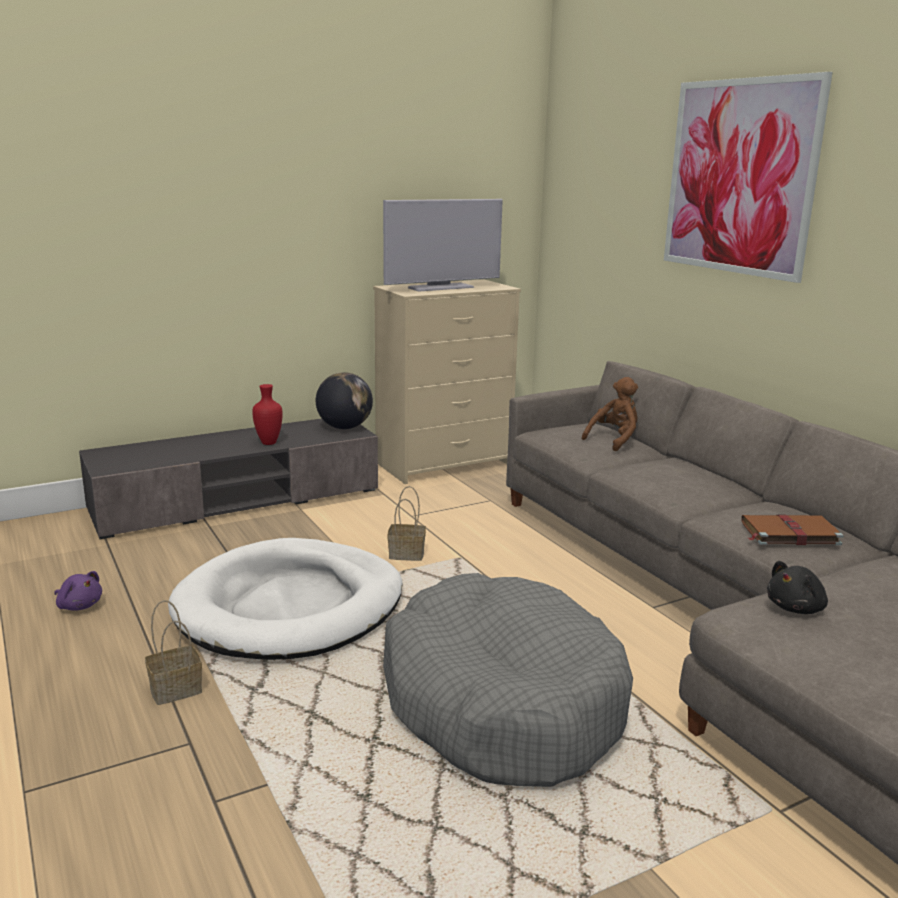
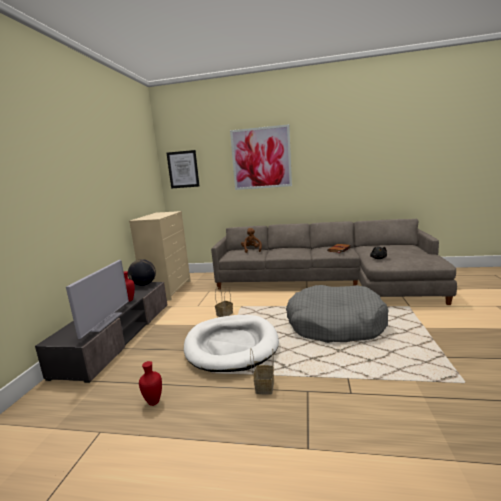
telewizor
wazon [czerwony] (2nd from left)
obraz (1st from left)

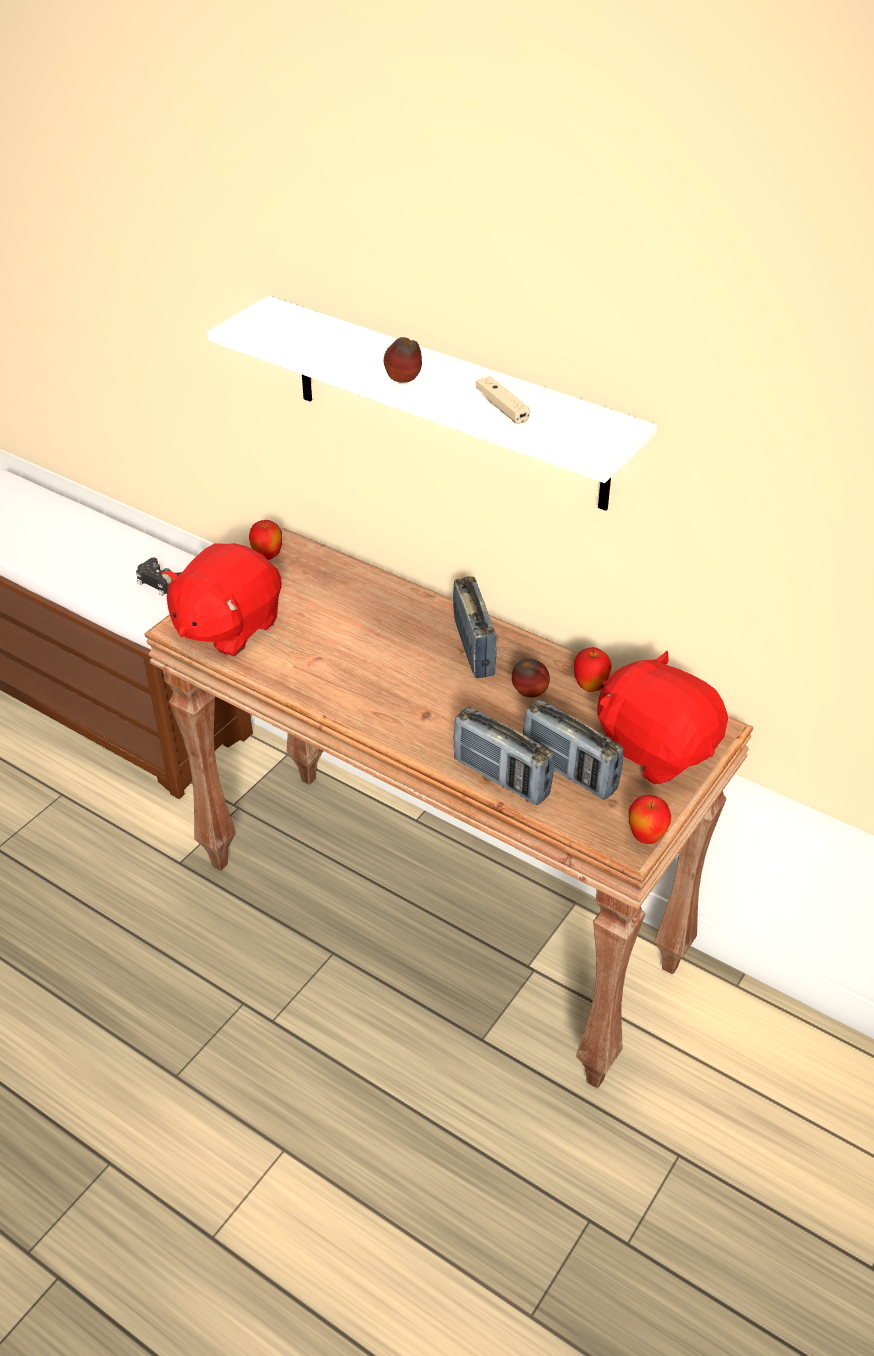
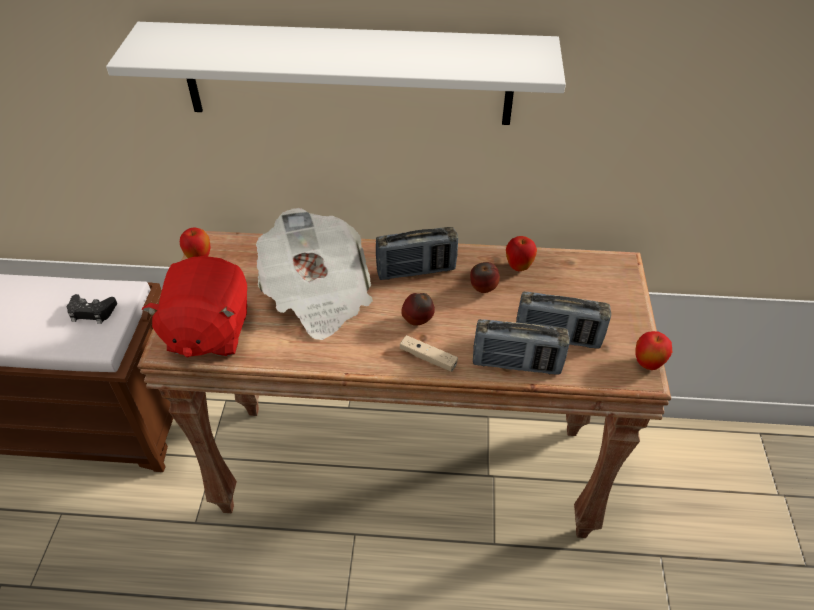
jabłko (2nd from left)
pad do gier [beżowy]
radio (1st from left)
pluszak [czerwony] (2nd from left in the first image)
gazeta

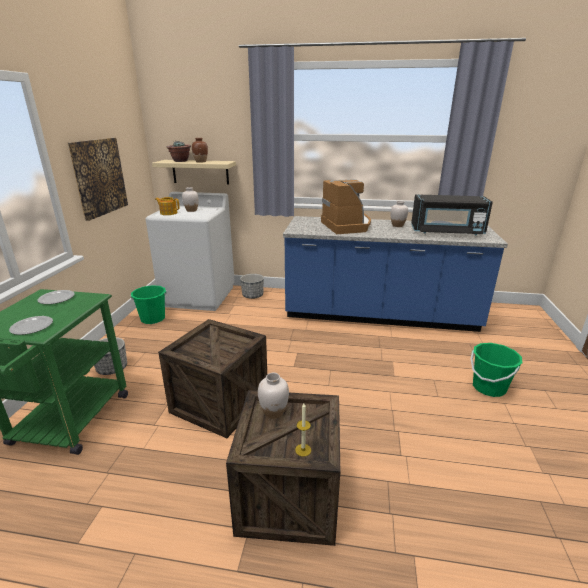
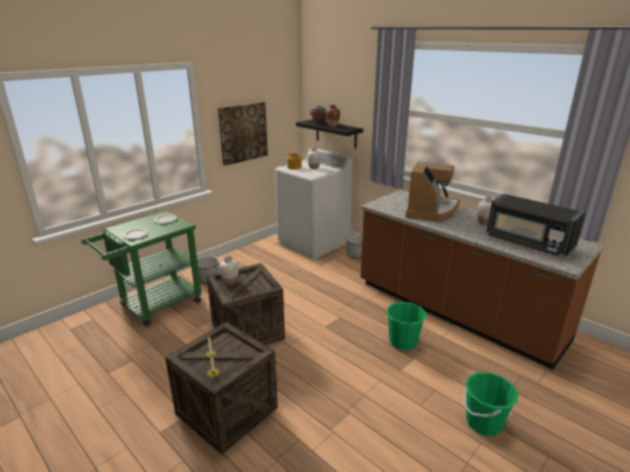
półka [czarny]
zabudowa kuchenna [brązowy]
wiadro [zielony] (1st from left)
wazon [biały] (1st from left)

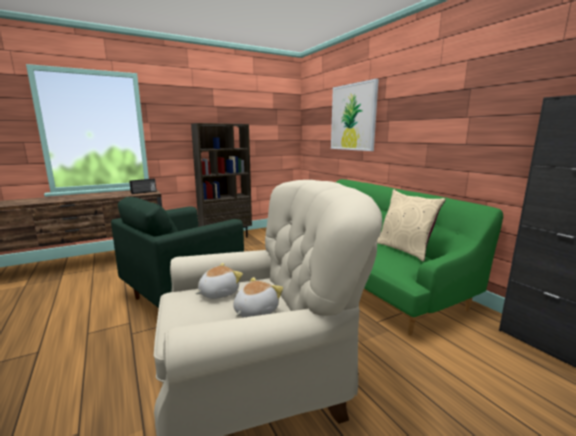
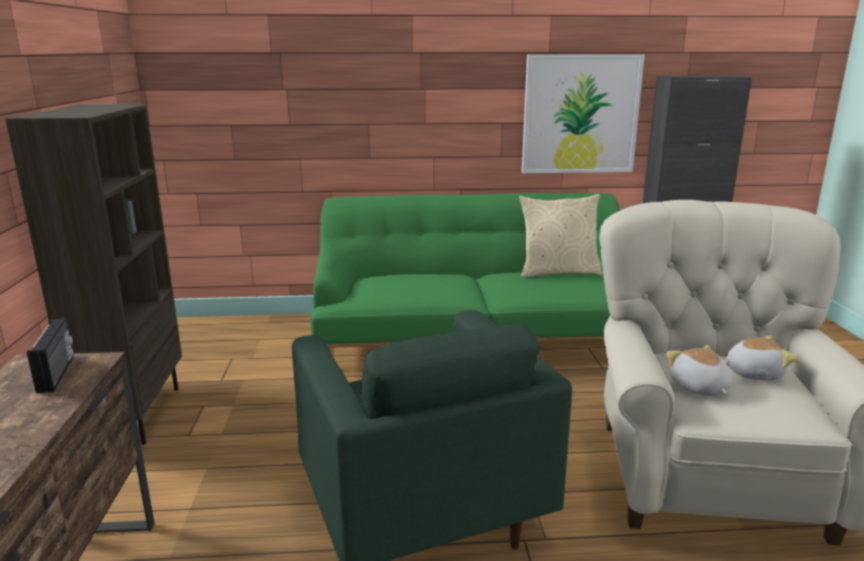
obraz
pluszak (2nd from left)

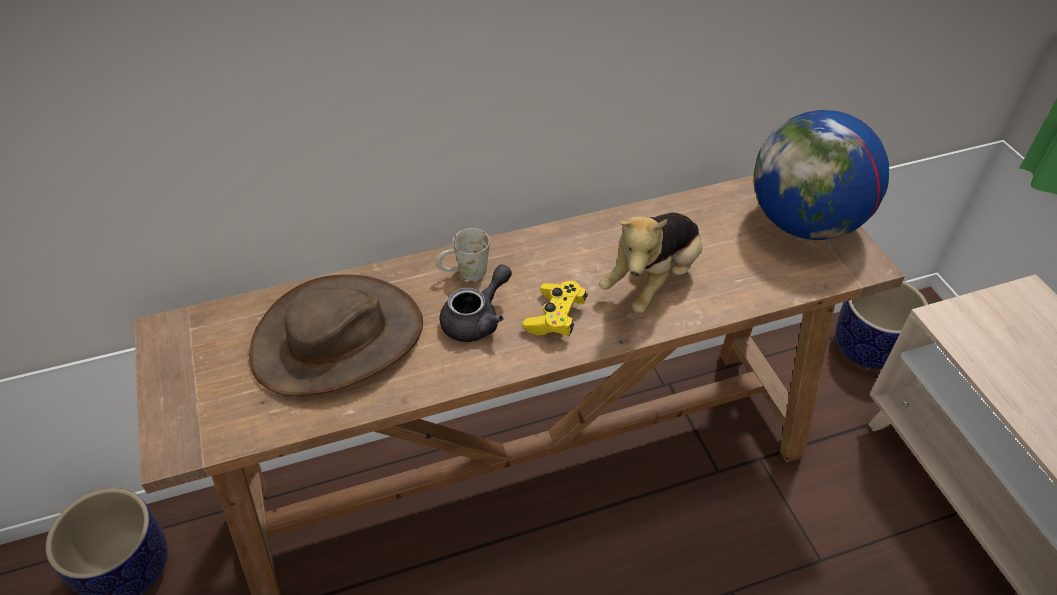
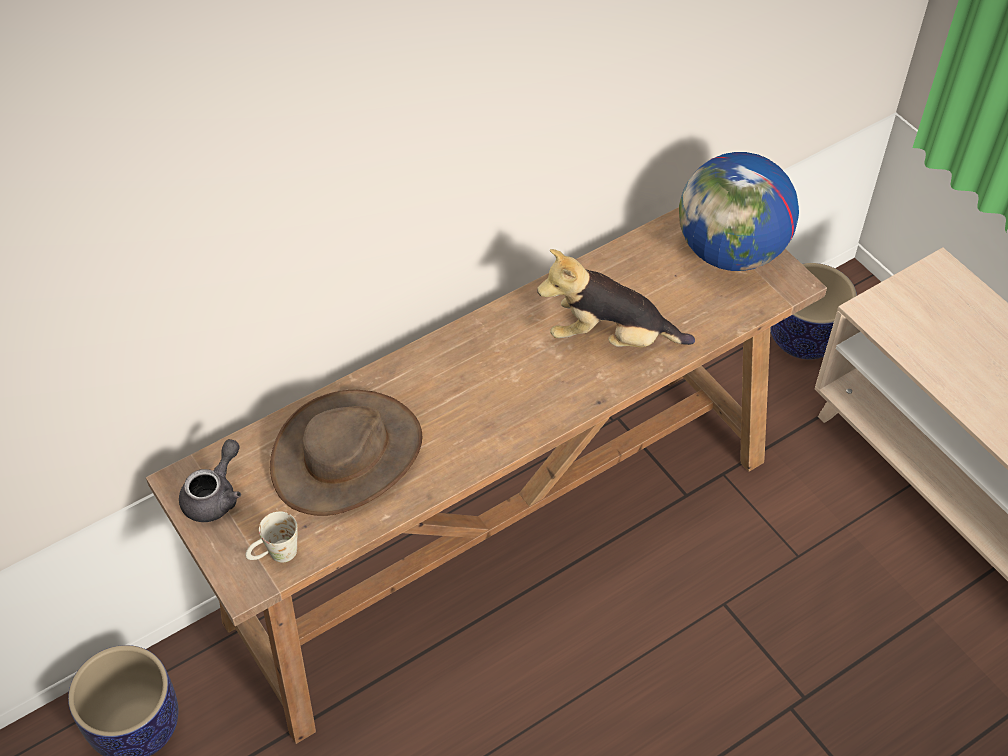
pluszak
kubek [biały]
imbryk [szary]
pad do gier [żółty]

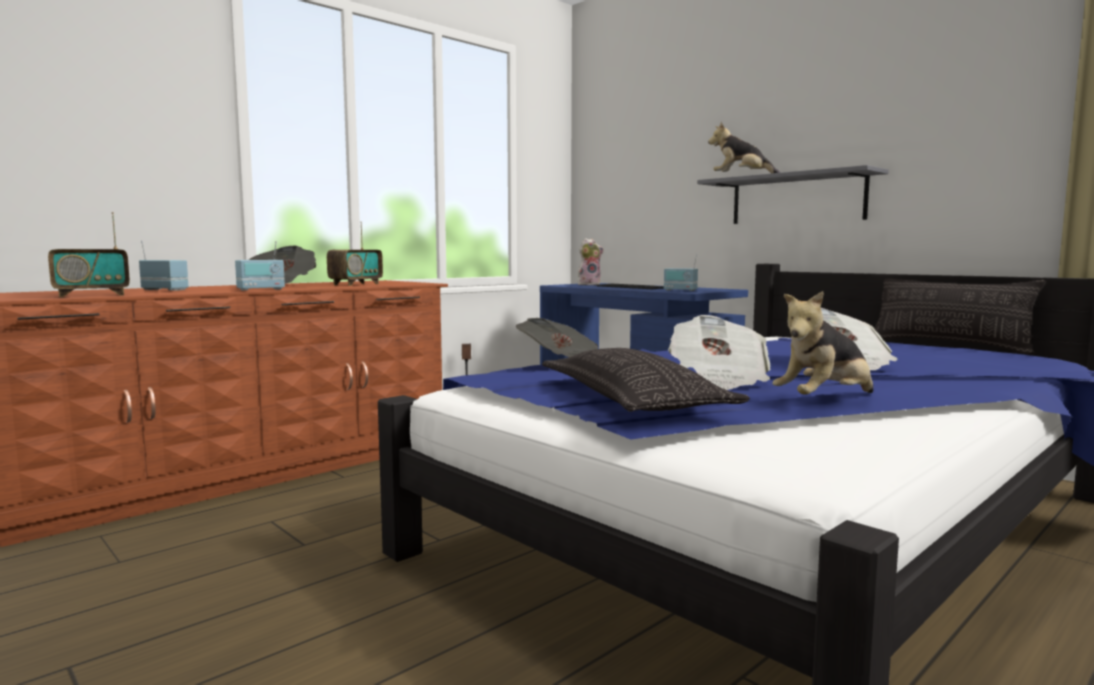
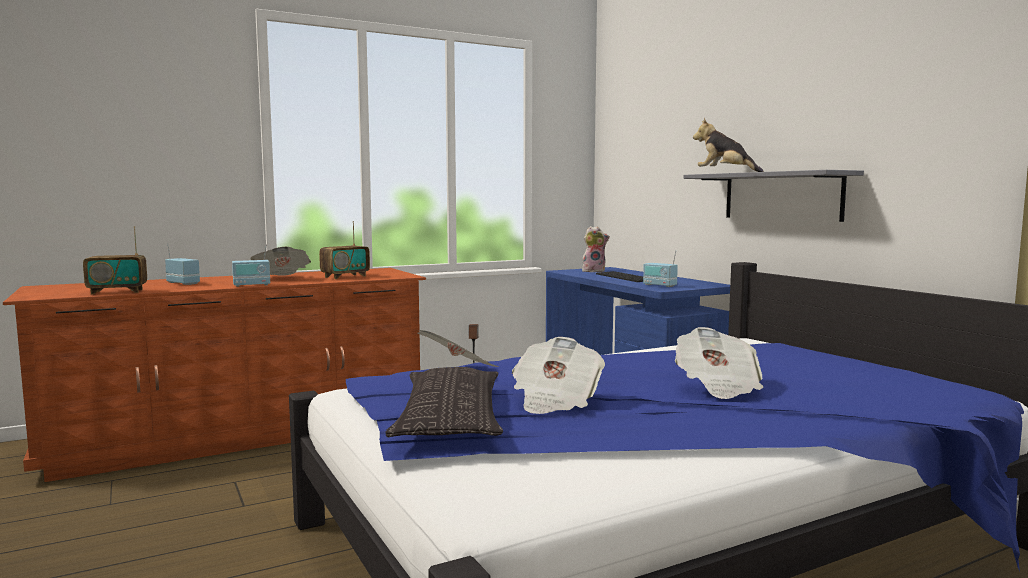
poduszka (2nd from left in the first image)
pluszak (3rd from left in the first image)

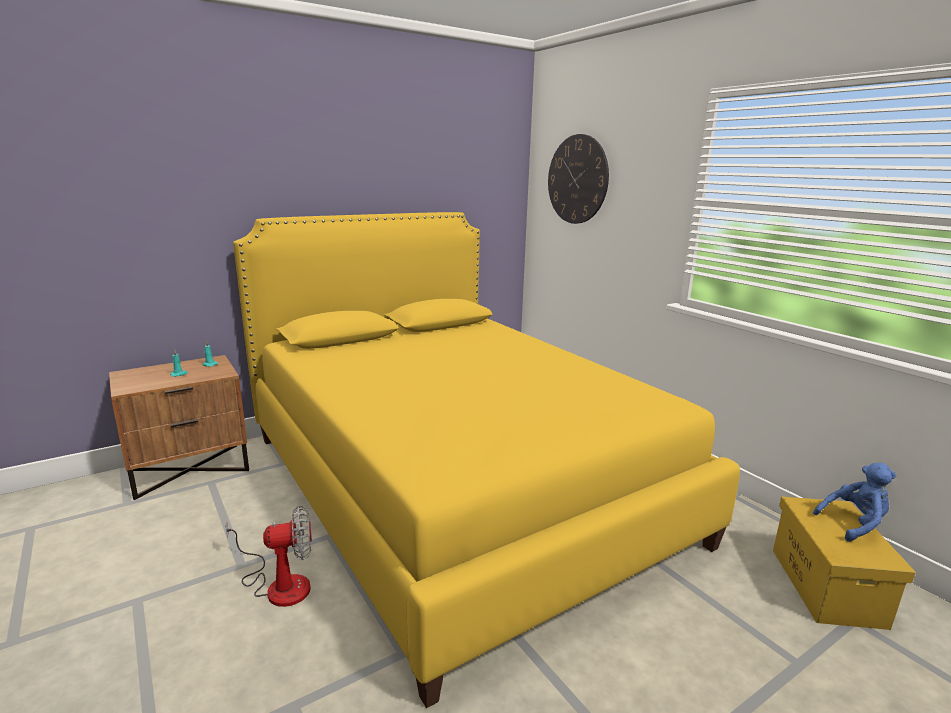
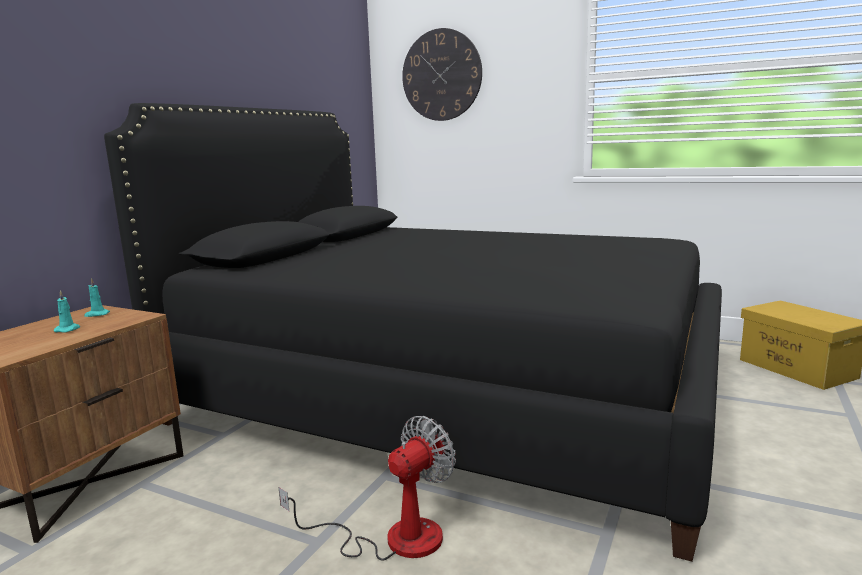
łóżko [czarny]
pluszak [niebieski]

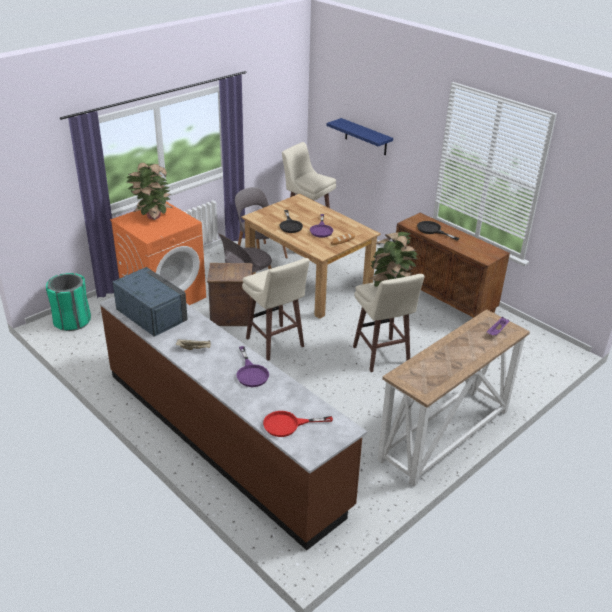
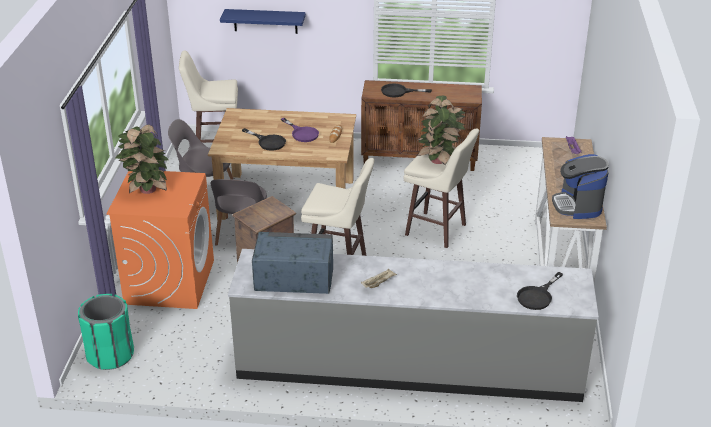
zabudowa kuchenna [szary]
patelnia [fioletowy] (1st from left in the first image)
patelnia [czarny] (3rd from left)
ekspres do kawy

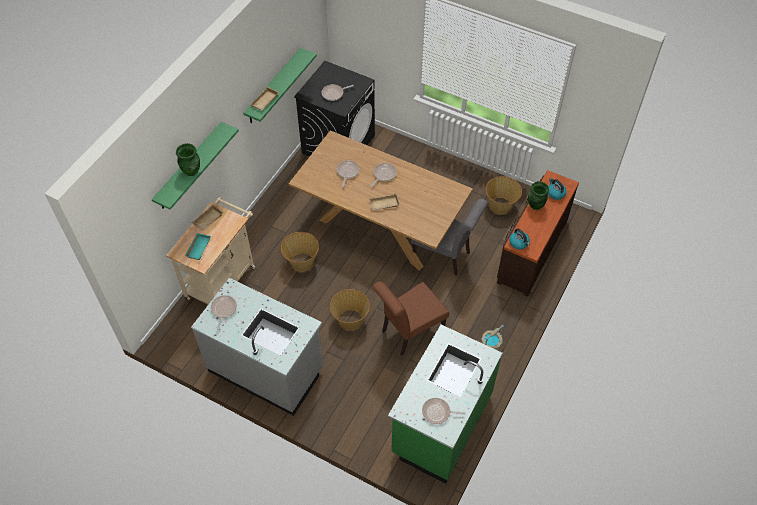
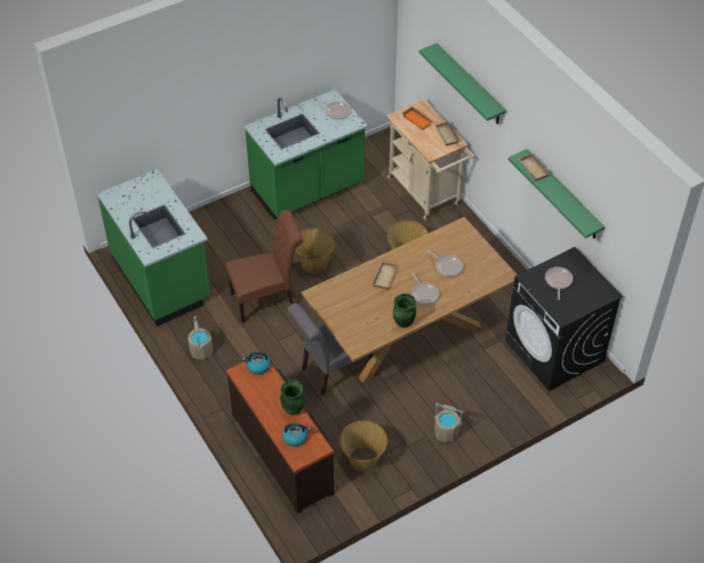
wazon [zielony] (2nd from left)
taca [pomarańczowy]
zabudowa kuchenna [zielony] (2nd from left)
krzesło [brązowy]
patelnia (5th from left in the first image)
wiadro [beżowy] (2nd from left)

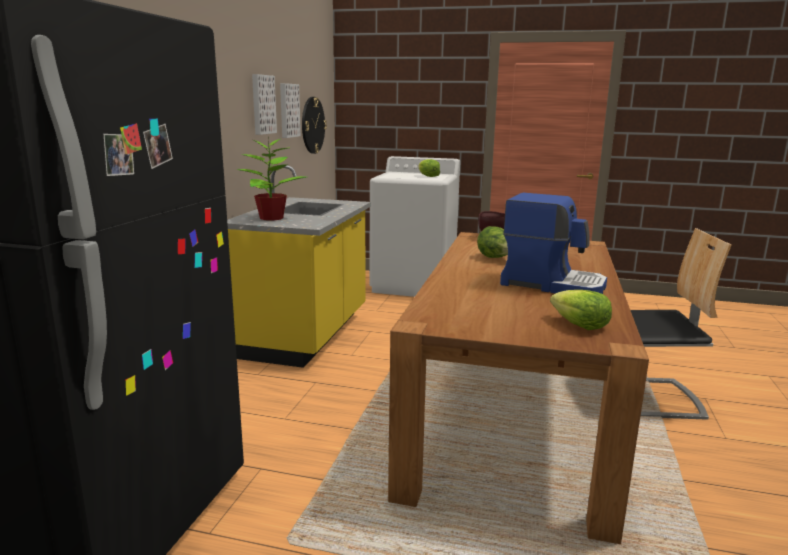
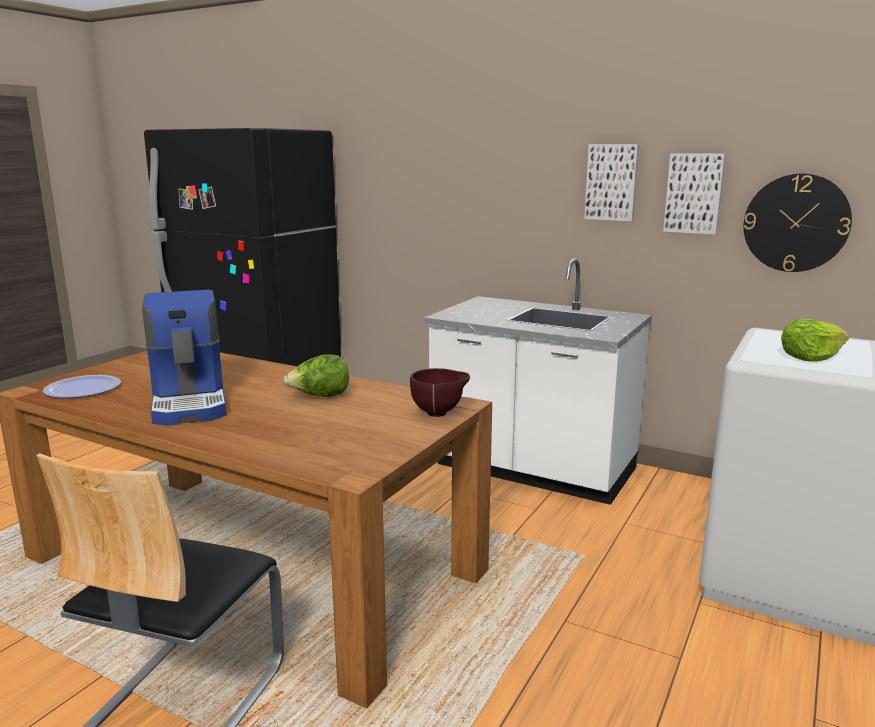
roślina doniczkowa
zabudowa kuchenna [biały]
ekspres do kawy
talerz

